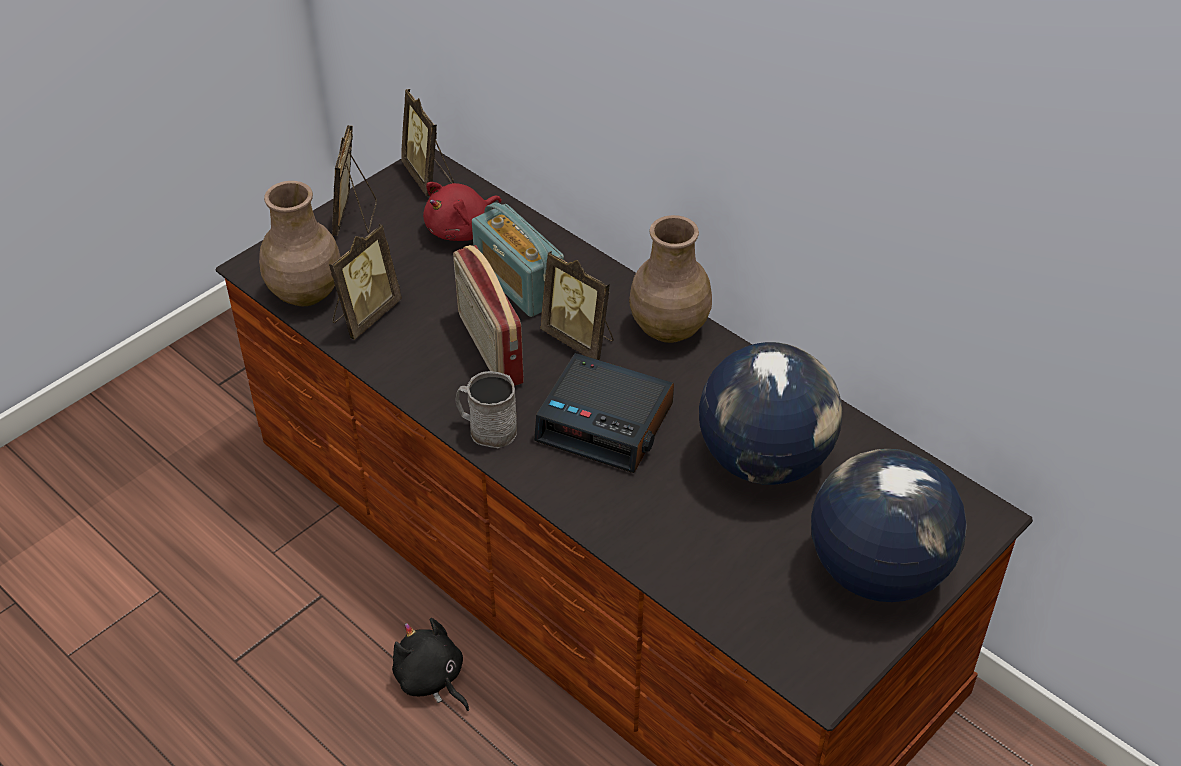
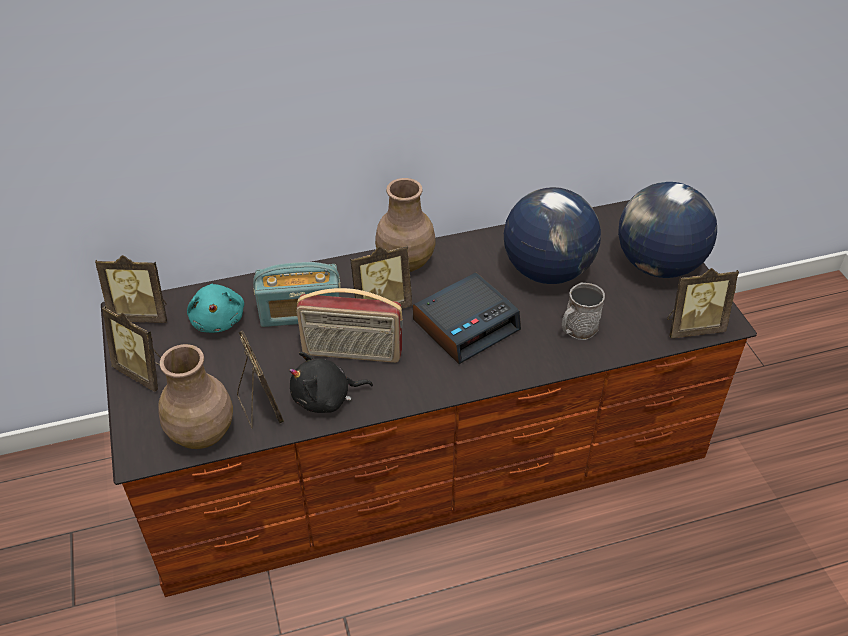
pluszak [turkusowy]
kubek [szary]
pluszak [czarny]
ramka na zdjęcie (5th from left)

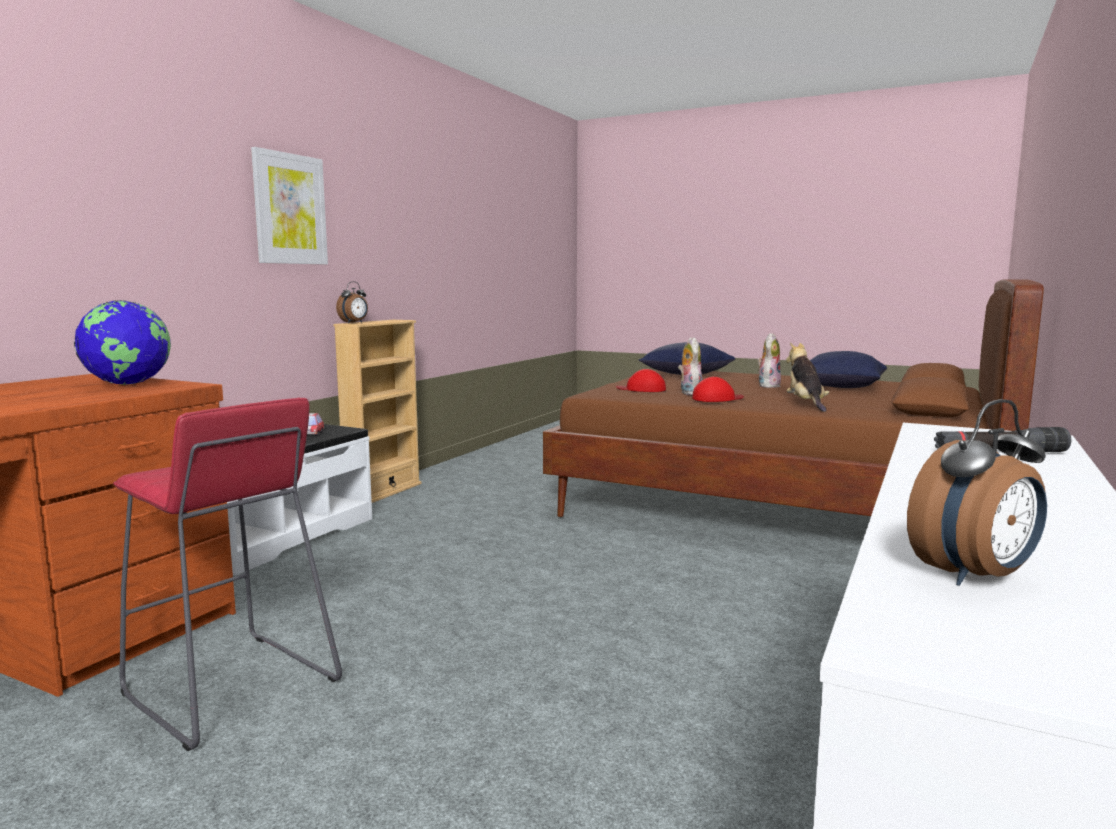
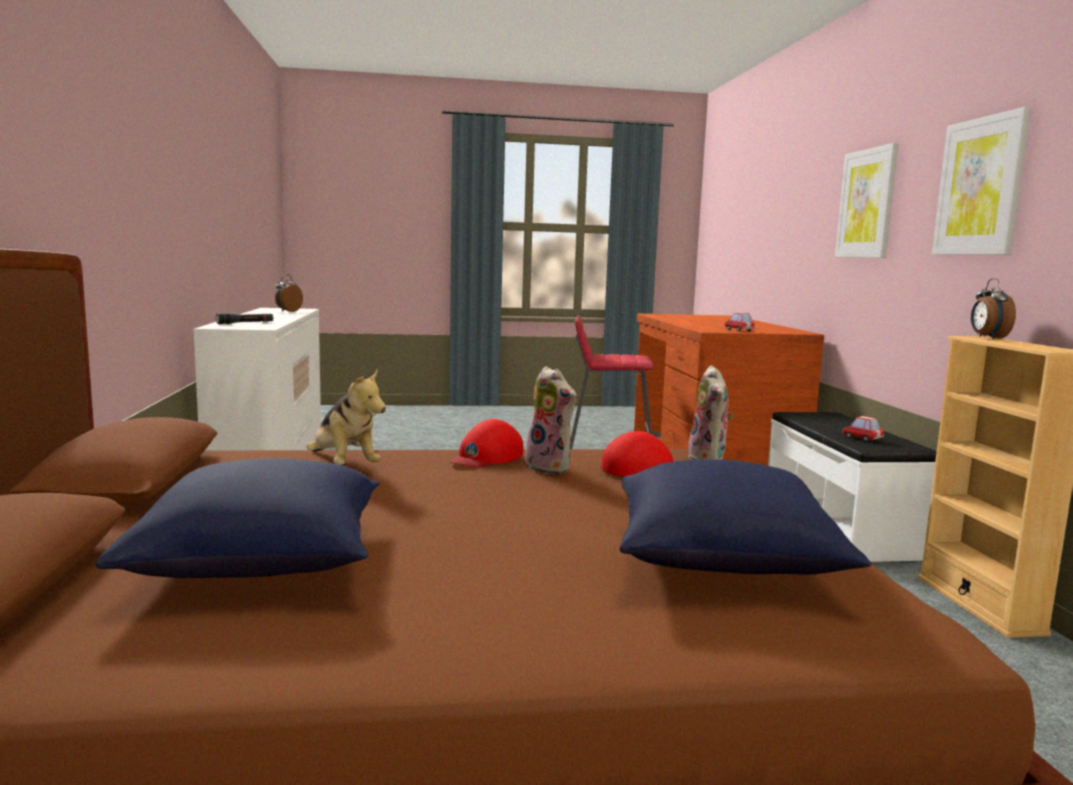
samochodzik (1st from left)
pluszak (3rd from left)
obraz (1st from left)

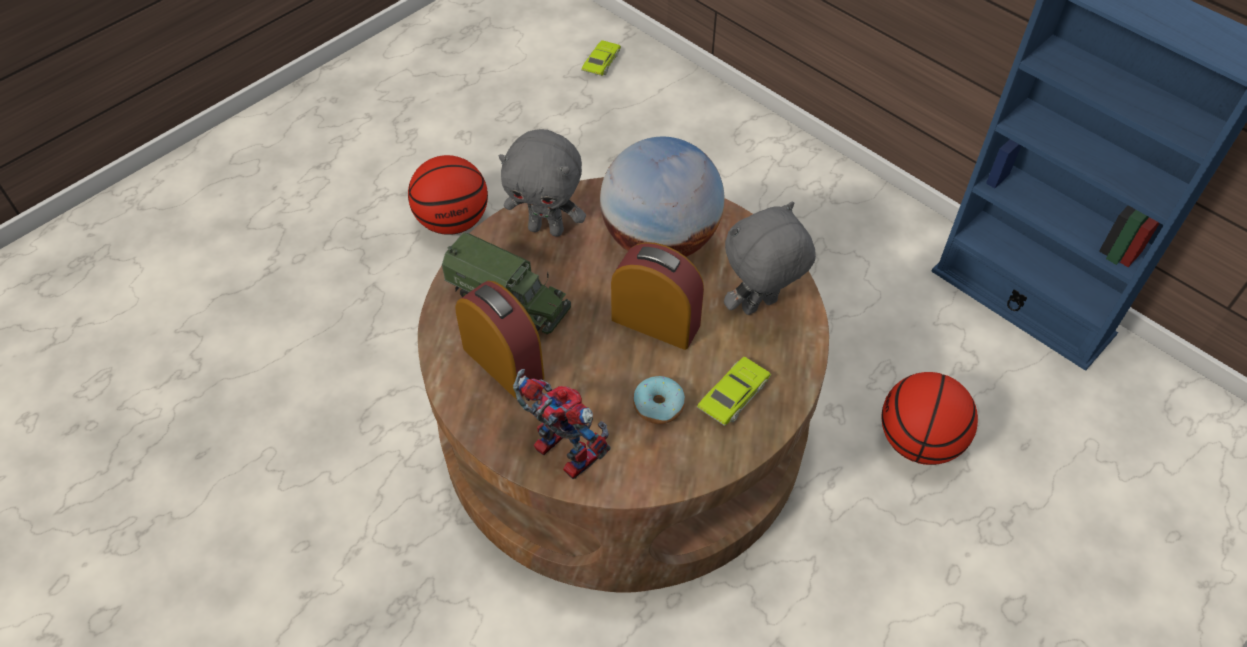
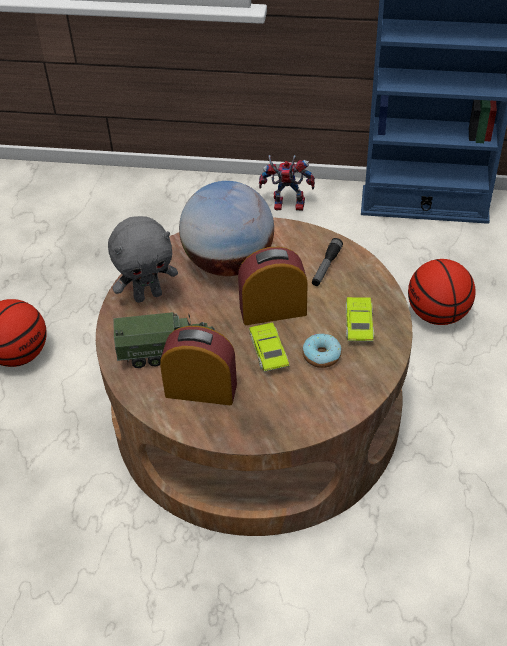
samochodzik [zielony] (1st from left)
latarka
robot zabawkowy

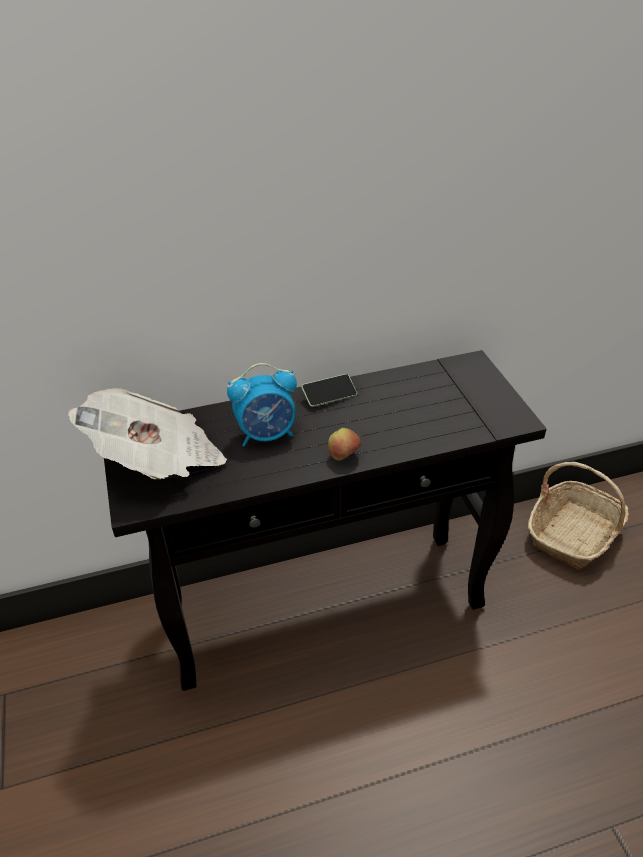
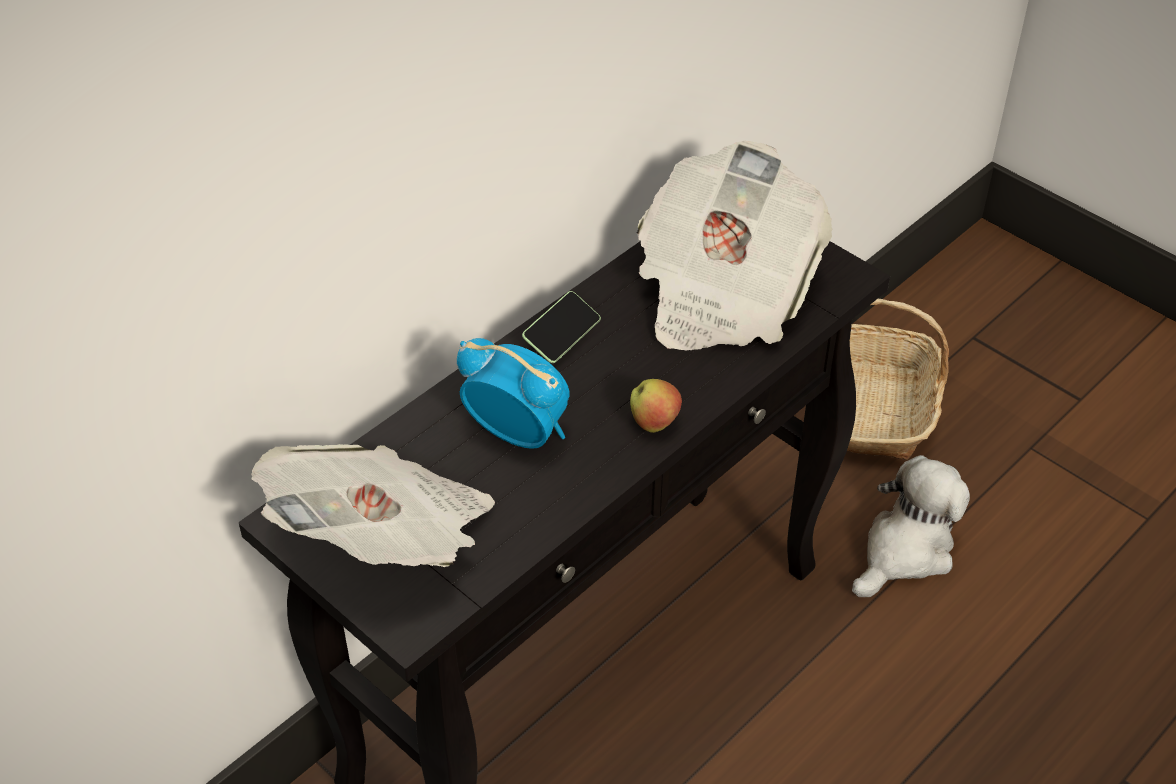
budzik
gazeta (2nd from left)
pluszak

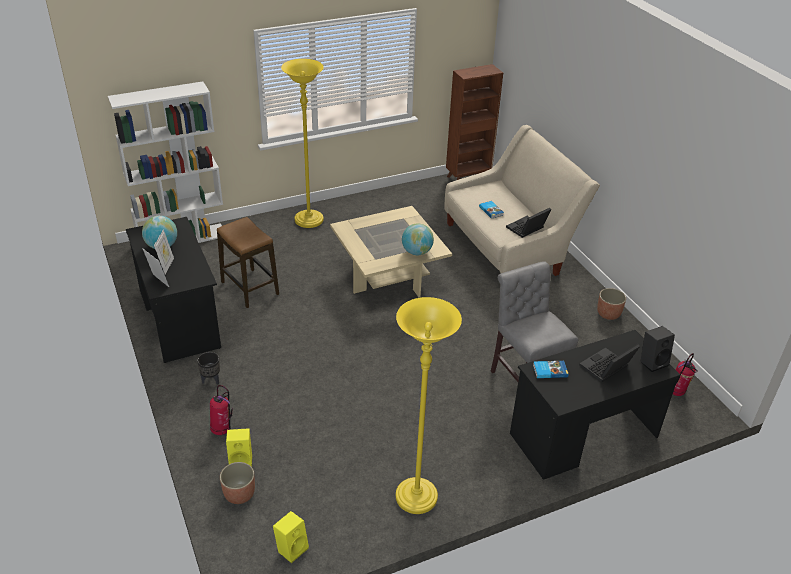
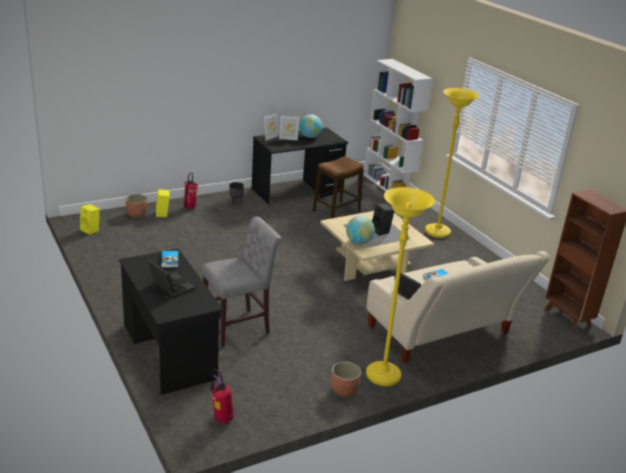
lampa stojąca [żółty] (1st from left)
głośnik [czarny]

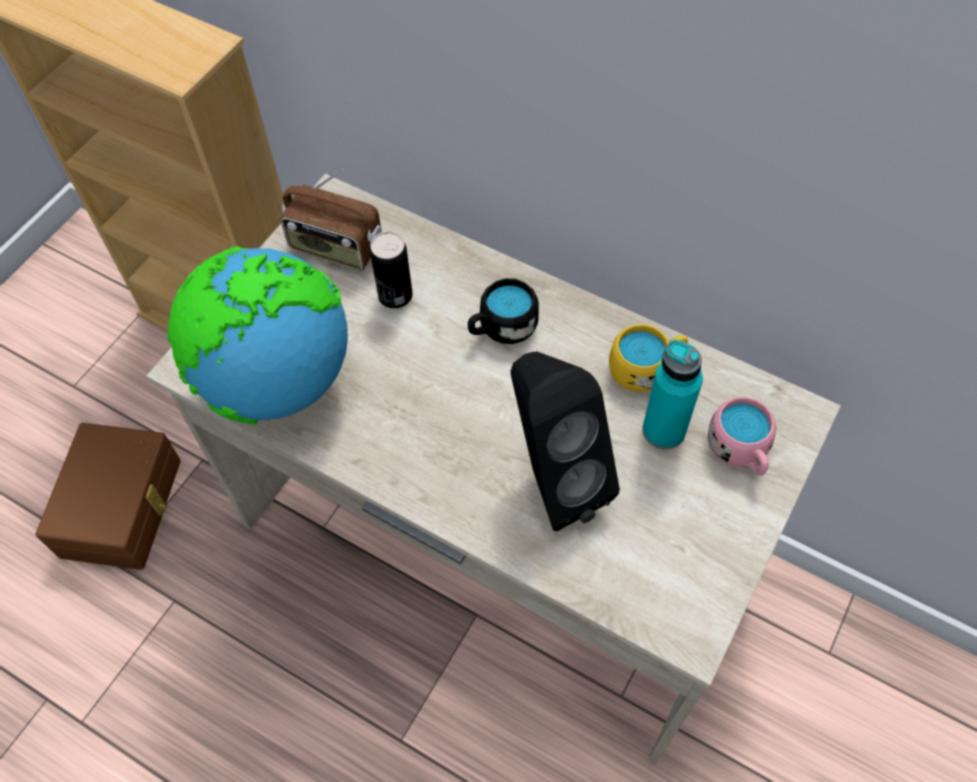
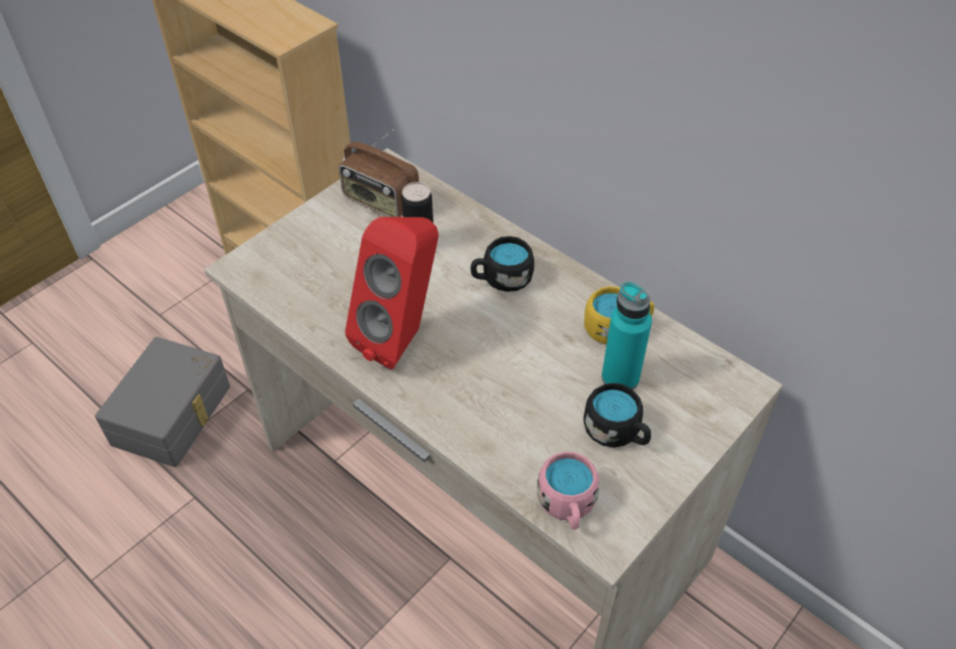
globus
głośnik [czarny]
kubek [różowy]
pojemnik do przechowywania [szary]
głośnik [czerwony]
kubek [czarny] (2nd from left)

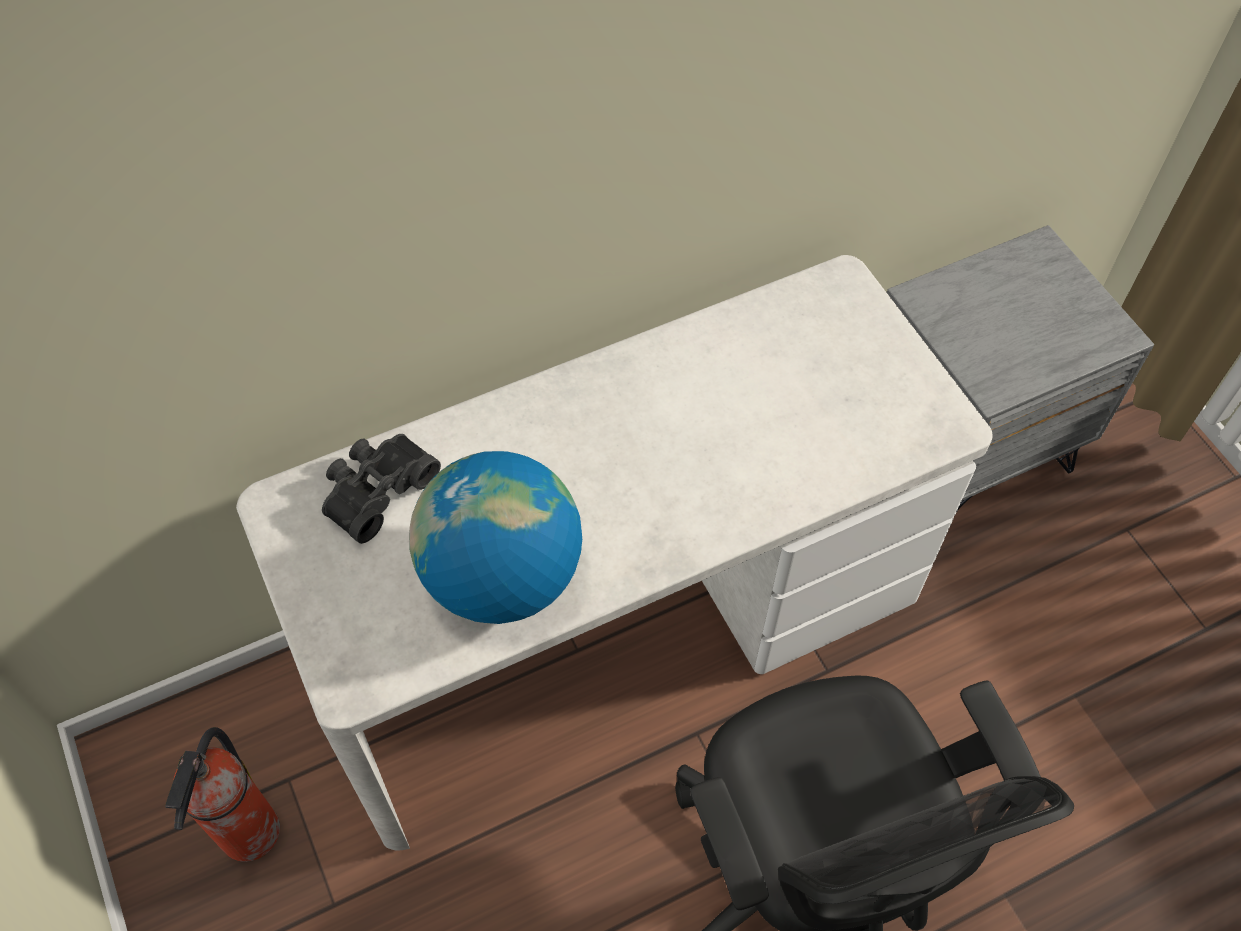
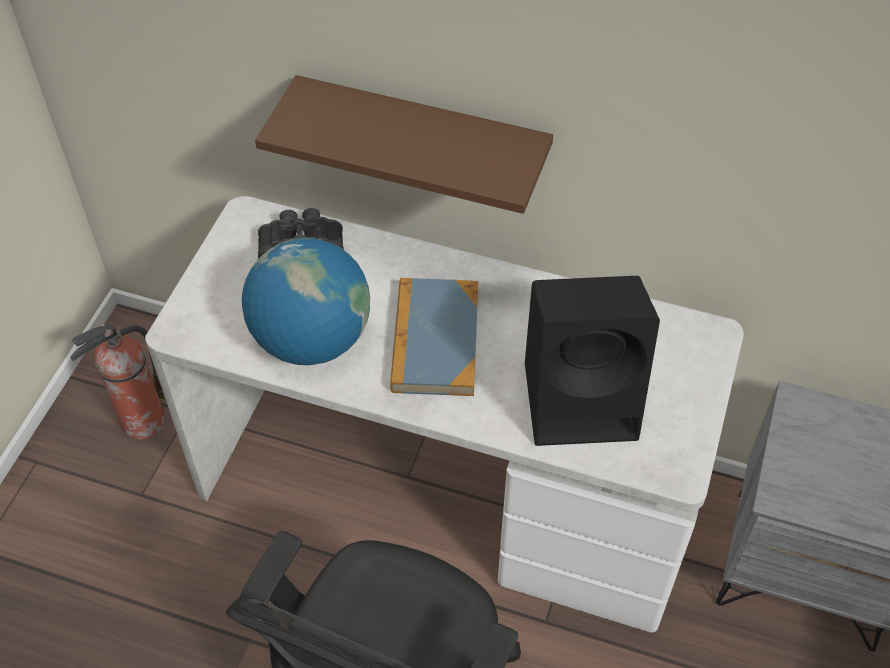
półka [brązowy]
głośnik [czarny]
książka

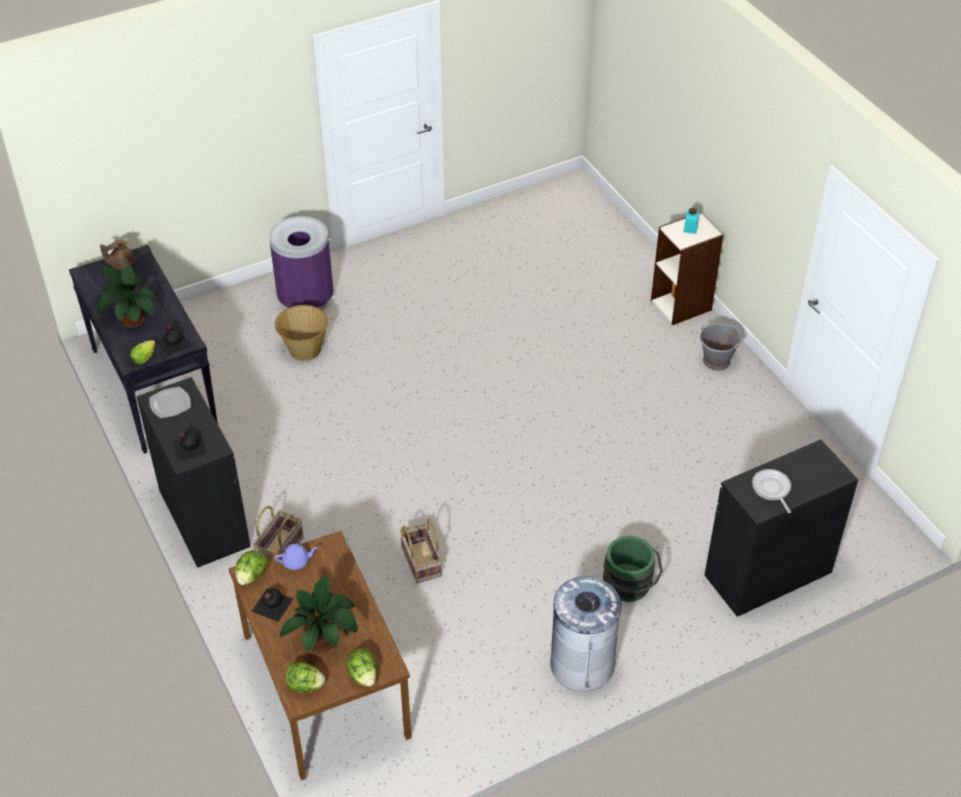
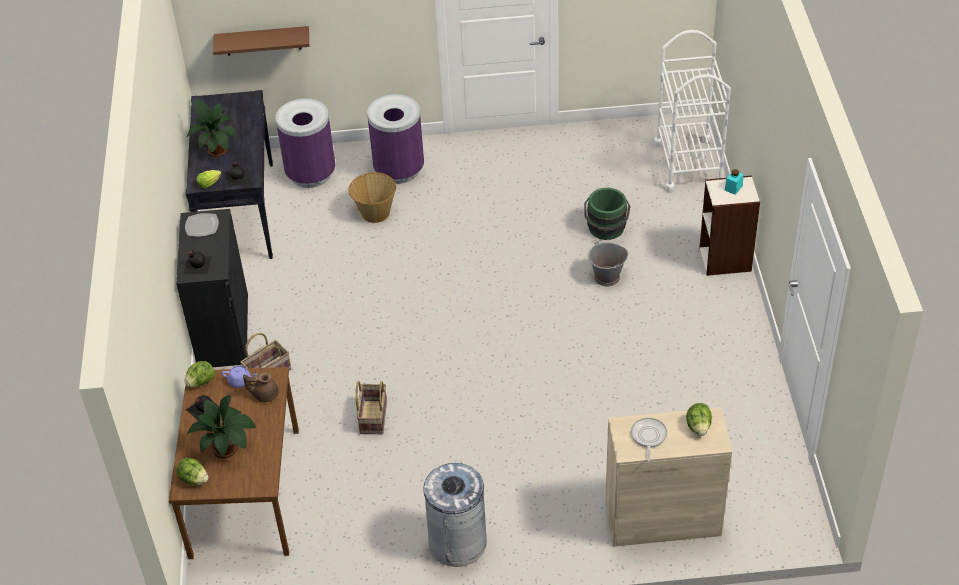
imbryk [brązowy]
wiadro [szary]
szafka [beżowy]
wiadro [zielony]
sałata (4th from left)
półka [brązowy]
wózek [biały]
kosz na śmieci [fioletowy] (1st from left)

